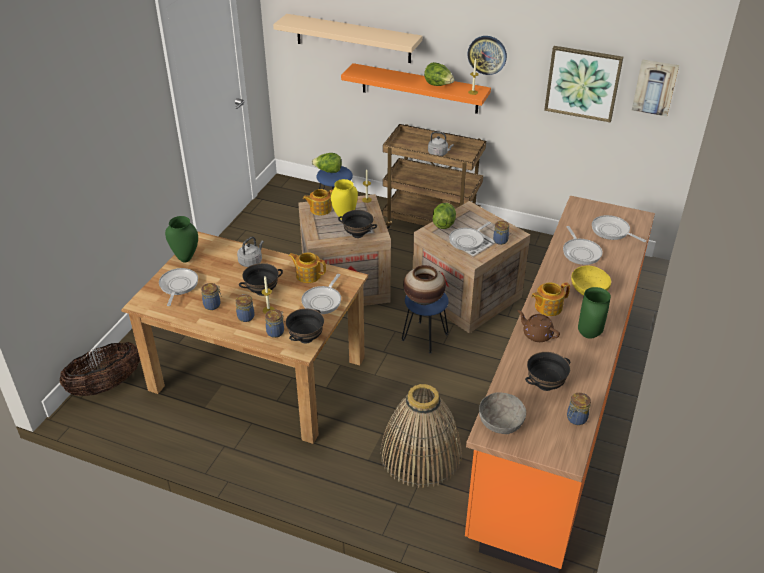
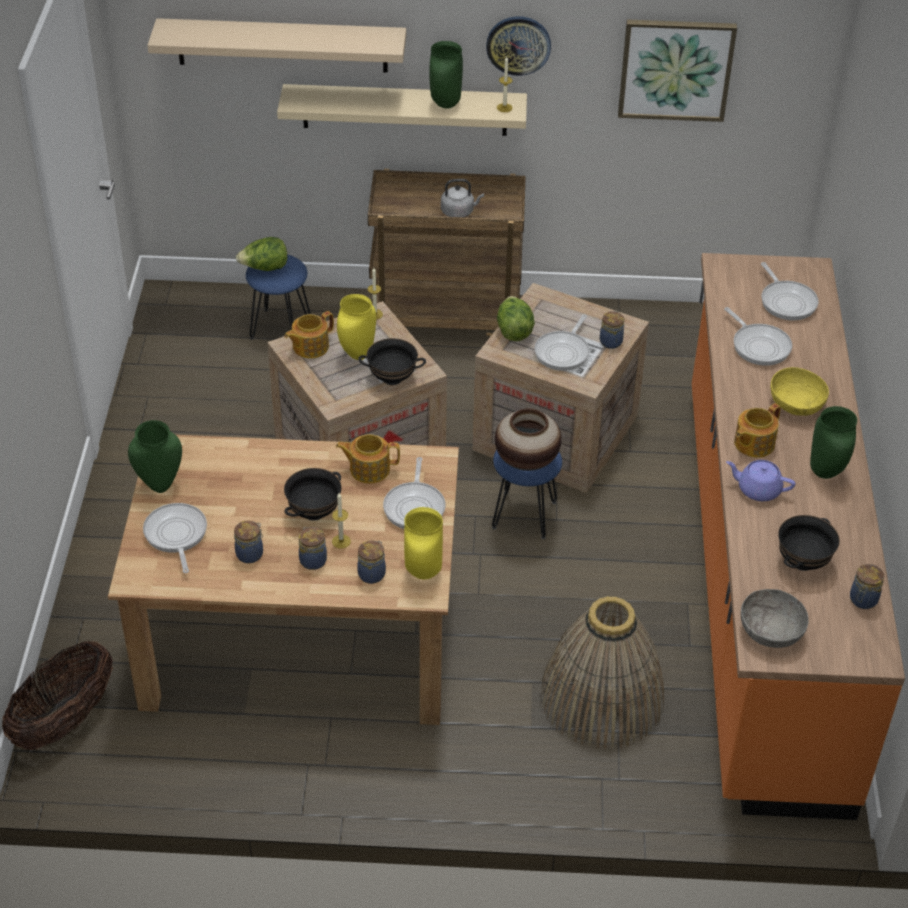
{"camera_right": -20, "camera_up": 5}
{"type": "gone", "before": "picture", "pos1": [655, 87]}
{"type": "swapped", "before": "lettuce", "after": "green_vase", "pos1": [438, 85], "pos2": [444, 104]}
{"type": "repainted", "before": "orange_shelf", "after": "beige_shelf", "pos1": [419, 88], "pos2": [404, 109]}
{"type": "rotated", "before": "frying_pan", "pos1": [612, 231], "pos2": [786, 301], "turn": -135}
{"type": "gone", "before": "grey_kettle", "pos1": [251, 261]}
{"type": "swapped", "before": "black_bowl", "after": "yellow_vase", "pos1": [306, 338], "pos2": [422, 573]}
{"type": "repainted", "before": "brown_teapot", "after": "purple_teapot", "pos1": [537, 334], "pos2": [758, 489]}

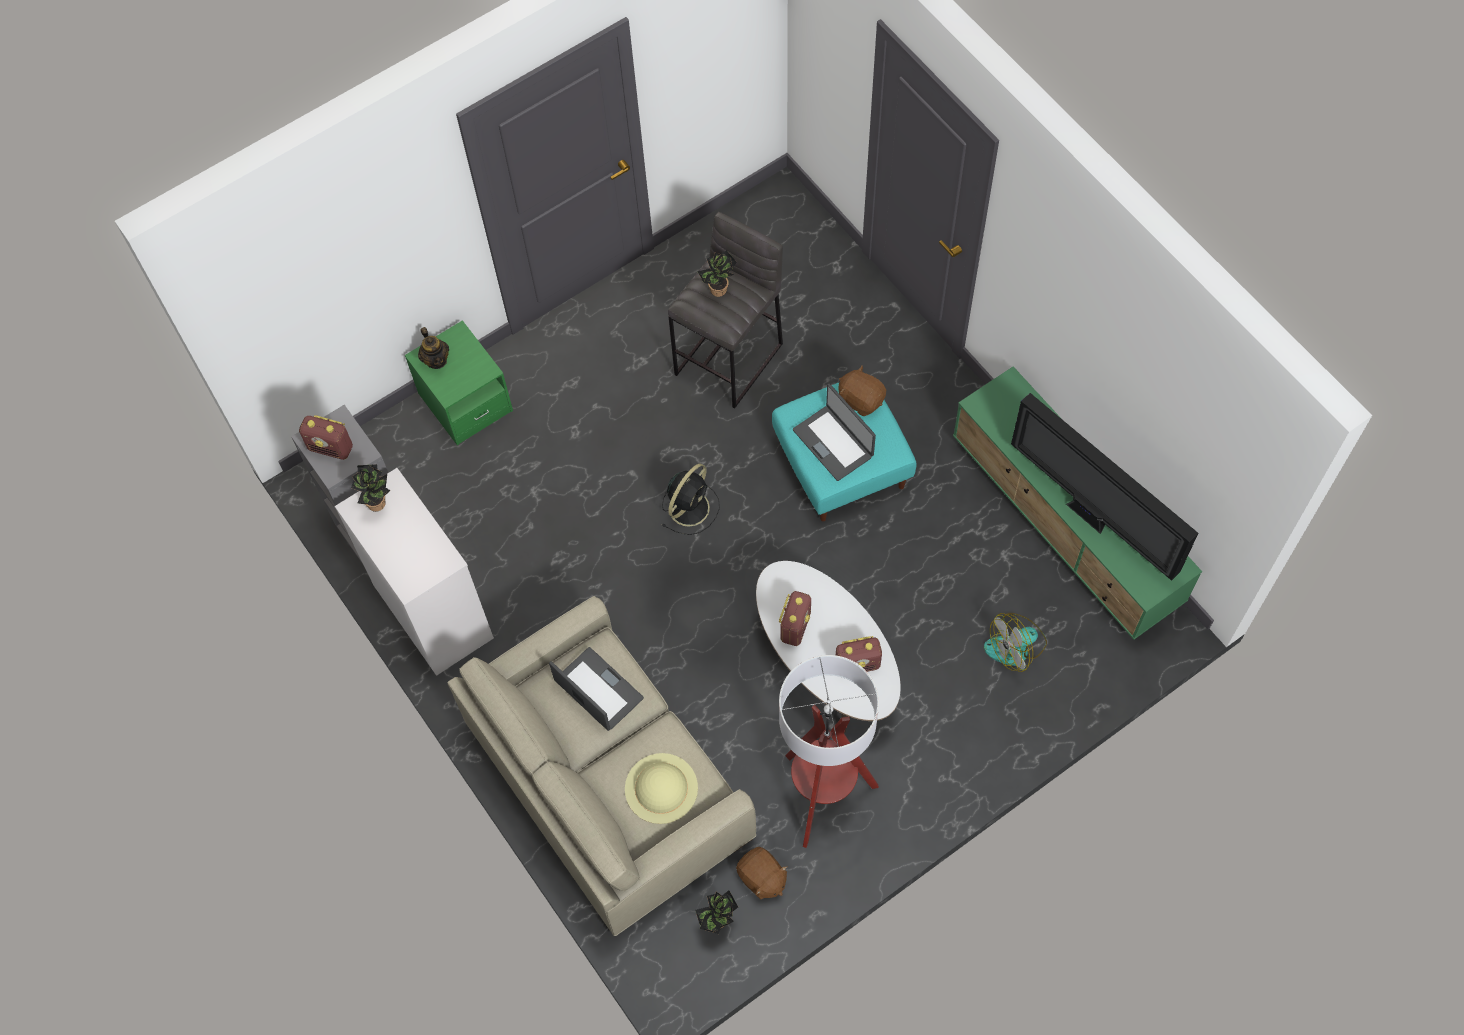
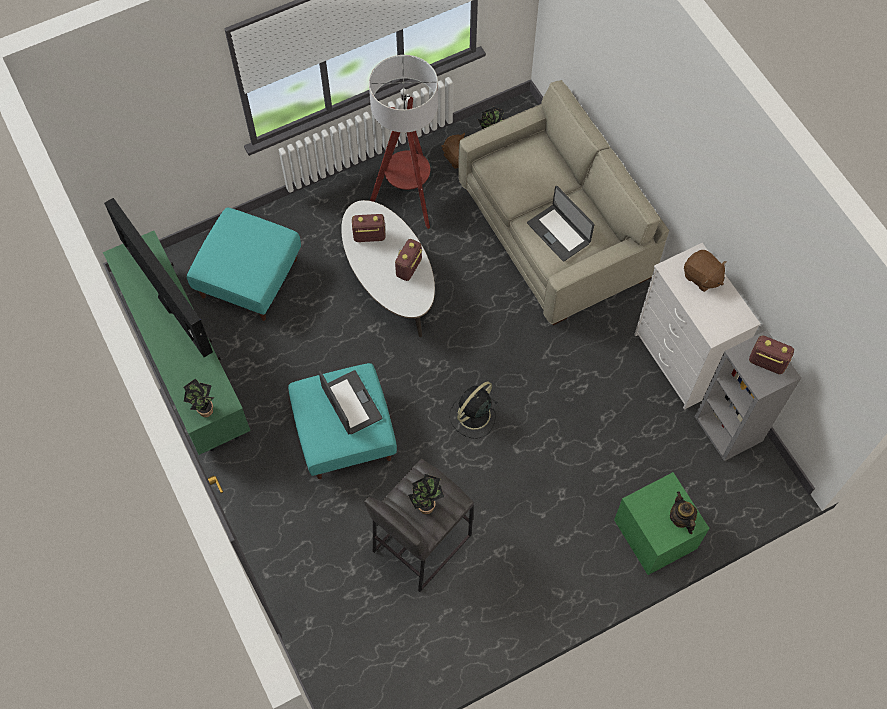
{"camera_right": -175, "camera_up": 0}
{"type": "shifted", "before": "brown_plush_toy", "pos1": [861, 399], "pos2": [702, 277]}
{"type": "shifted", "before": "potted_plant", "pos1": [379, 504], "pos2": [204, 409]}
{"type": "swapped", "before": "fan", "after": "turquoise_ottoman", "pos1": [1015, 646], "pos2": [249, 277]}
{"type": "gone", "before": "beige_hat", "pos1": [661, 788]}

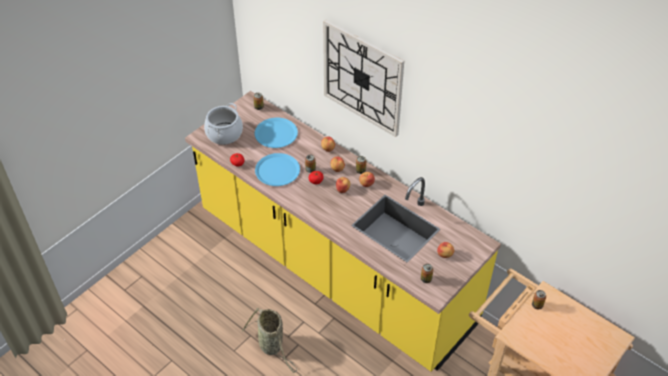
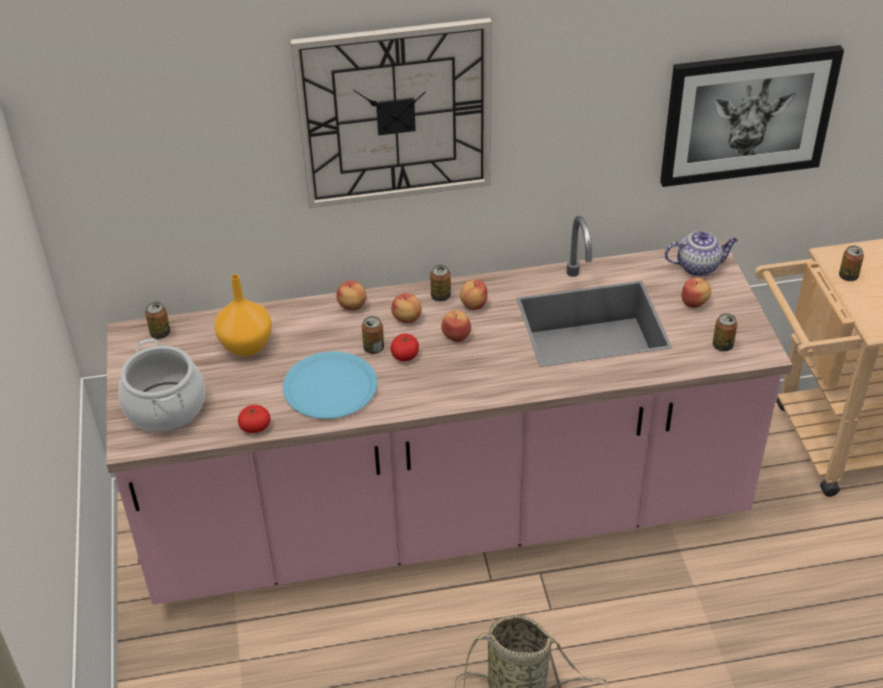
{"camera_right": -50, "camera_up": -5}
{"type": "repainted", "before": "yellow_counter", "after": "pink_counter", "pos1": [334, 267], "pos2": [446, 515]}
{"type": "swapped", "before": "blue_plate", "after": "orange_vase", "pos1": [276, 133], "pos2": [246, 345]}
{"type": "new", "after": "picture", "pos2": [747, 115]}
{"type": "new", "after": "teapot", "pos2": [698, 266]}

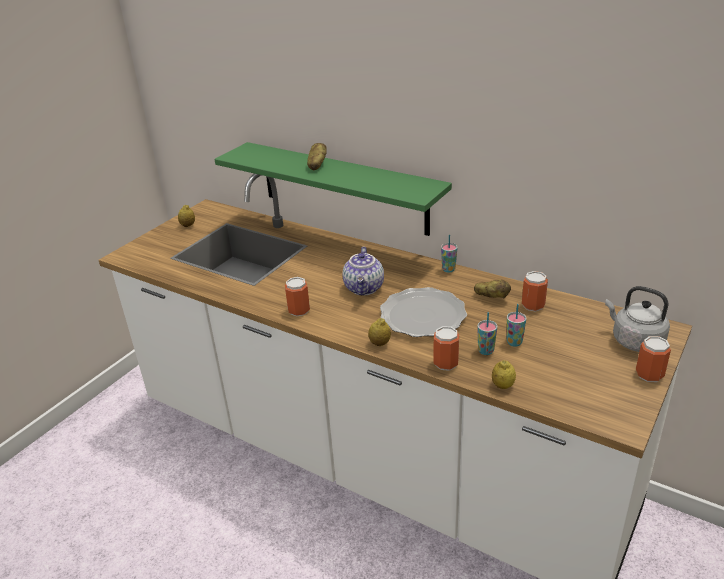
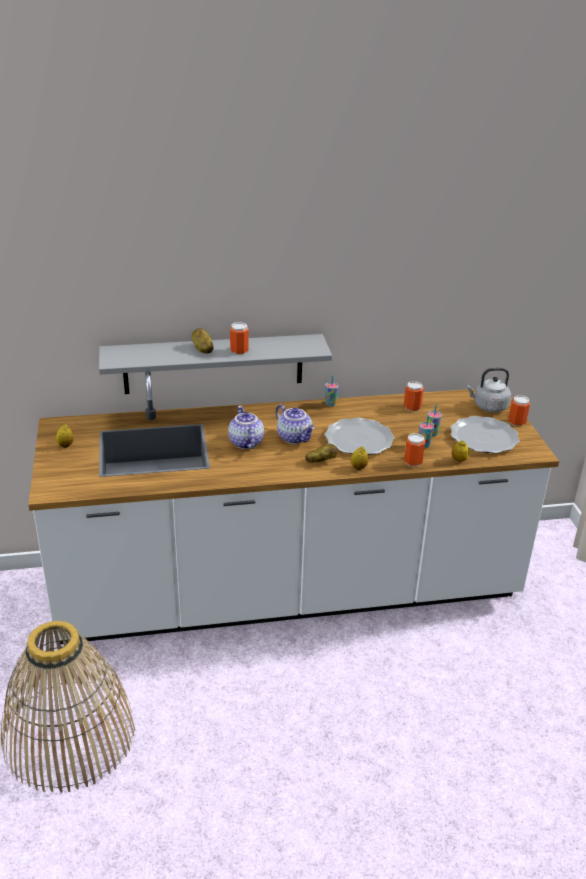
{"camera_right": -45, "camera_up": 0}
{"type": "repainted", "before": "green_shelf", "after": "grey_shelf", "pos1": [343, 188], "pos2": [213, 364]}
{"type": "shifted", "before": "can", "pos1": [299, 310], "pos2": [239, 351]}
{"type": "shifted", "before": "potato", "pos1": [492, 297], "pos2": [321, 461]}
{"type": "new", "after": "teapot", "pos2": [245, 442]}
{"type": "new", "after": "plate", "pos2": [484, 438]}
{"type": "new", "after": "basket", "pos2": [69, 736]}

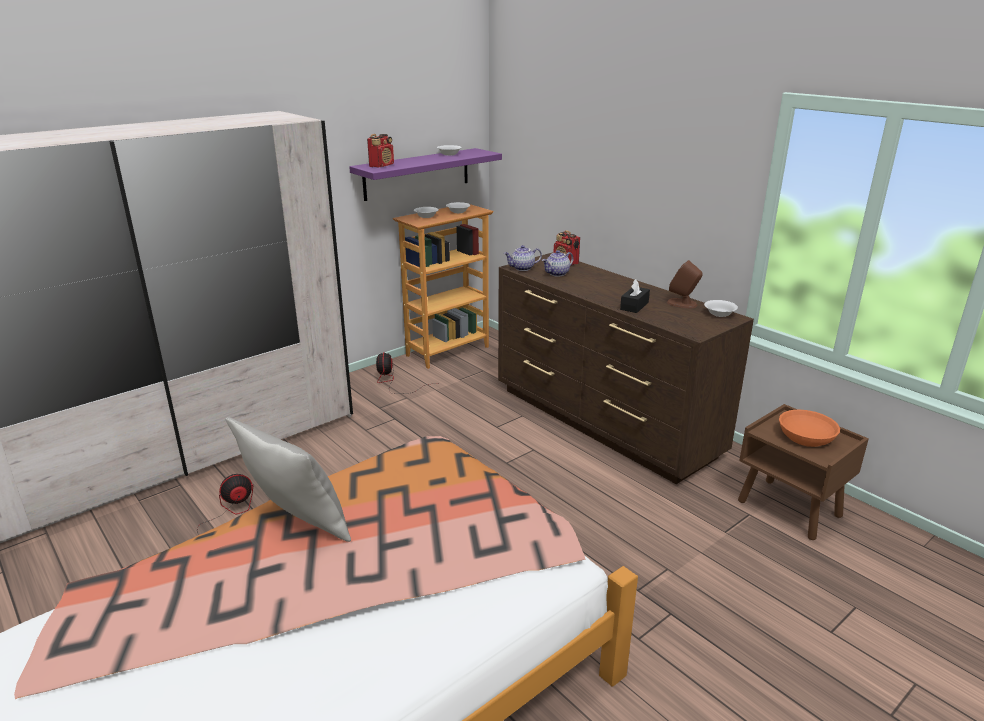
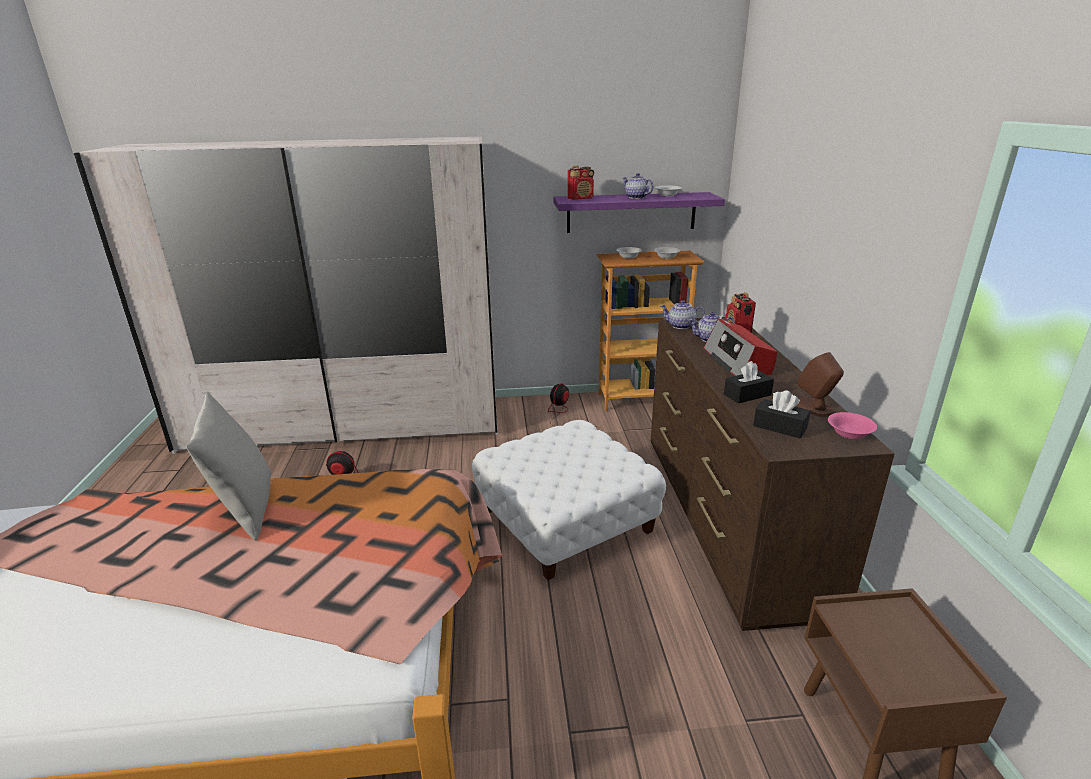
{"camera_right": 35, "camera_up": 0}
{"type": "repainted", "before": "white_bowl", "after": "pink_bowl", "pos1": [720, 314], "pos2": [850, 434]}
{"type": "gone", "before": "orange_bowl", "pos1": [806, 437]}
{"type": "new", "after": "teapot", "pos2": [636, 197]}
{"type": "new", "after": "radio", "pos2": [737, 362]}
{"type": "new", "after": "black_tissue_box", "pos2": [780, 427]}
{"type": "new", "after": "white_ottoman", "pos2": [565, 520]}

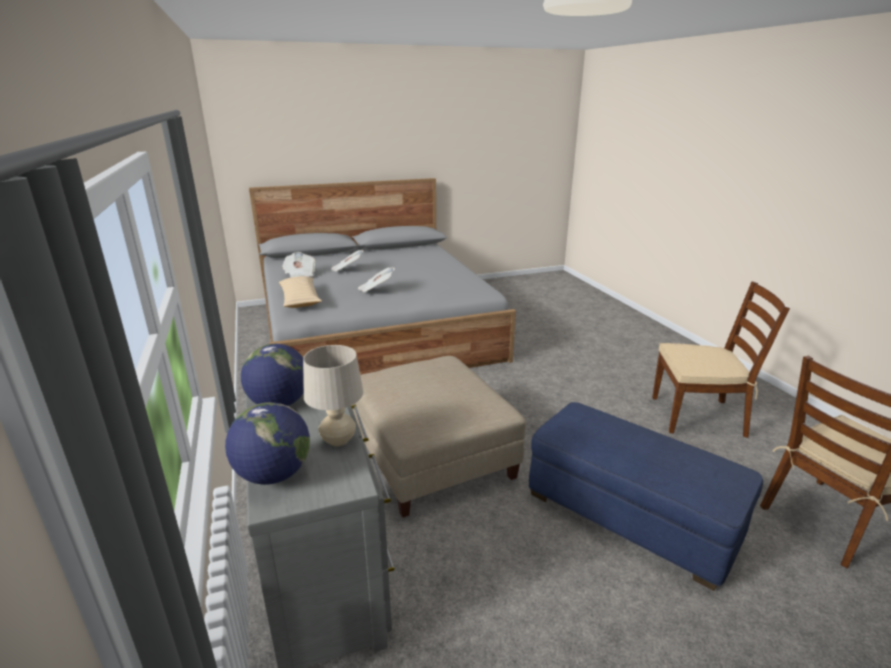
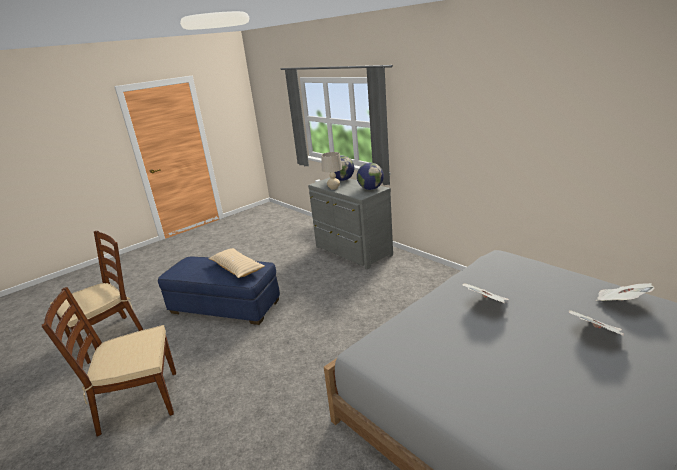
{"camera_right": 160, "camera_up": 0}
{"type": "shifted", "before": "beige_pillow", "pos1": [300, 299], "pos2": [237, 268]}
{"type": "gone", "before": "beige_ottoman", "pos1": [430, 455]}

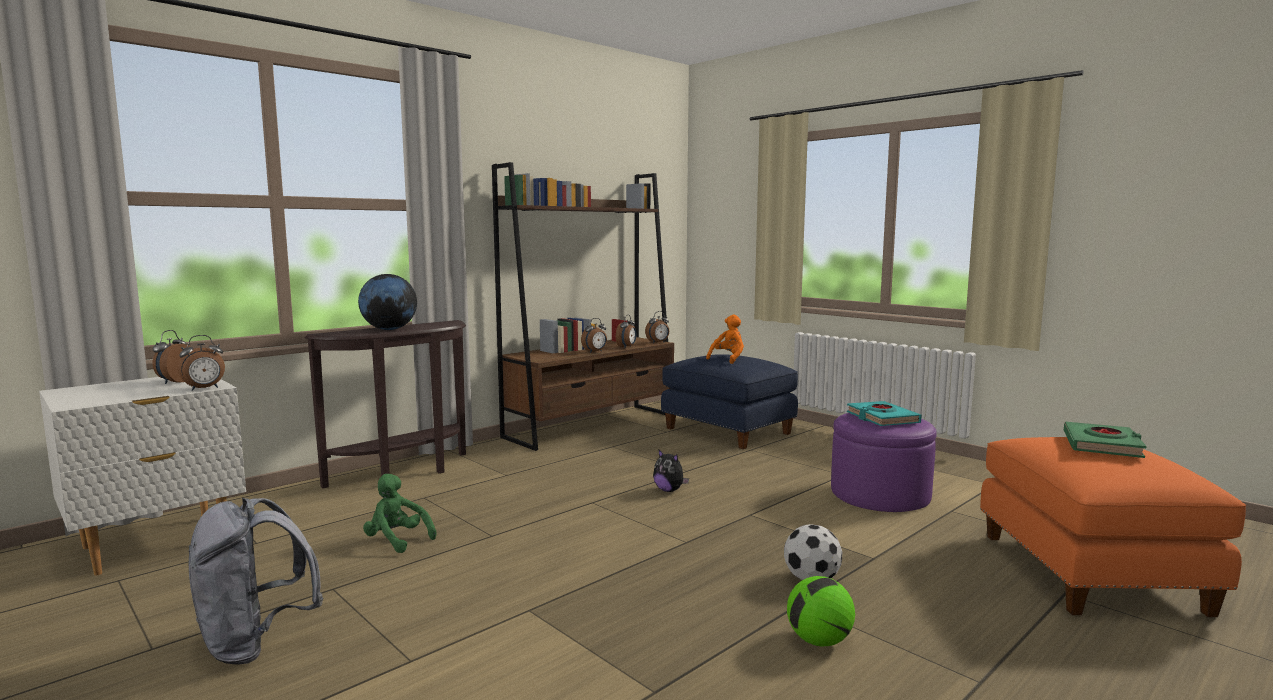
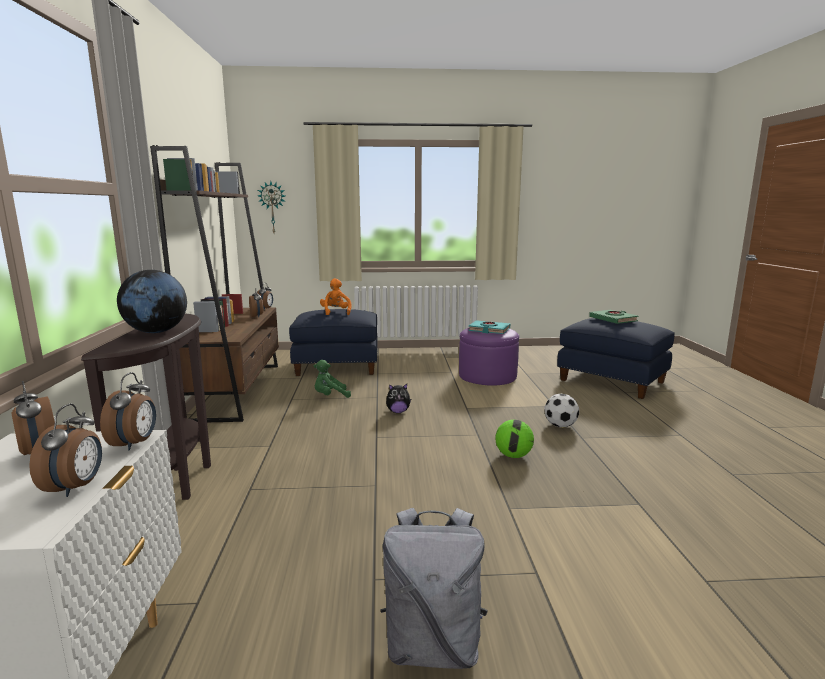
{"camera_right": -50, "camera_up": 5}
{"type": "shifted", "before": "alarm_clock", "pos1": [595, 352], "pos2": [76, 487]}
{"type": "repainted", "before": "orange_ottoman", "after": "blue_ottoman", "pos1": [1091, 573], "pos2": [612, 381]}
{"type": "shifted", "before": "green_plush_toy", "pos1": [397, 541], "pos2": [330, 396]}
{"type": "shifted", "before": "football", "pos1": [818, 641], "pos2": [513, 456]}
{"type": "new", "after": "wall_clock", "pos2": [272, 207]}

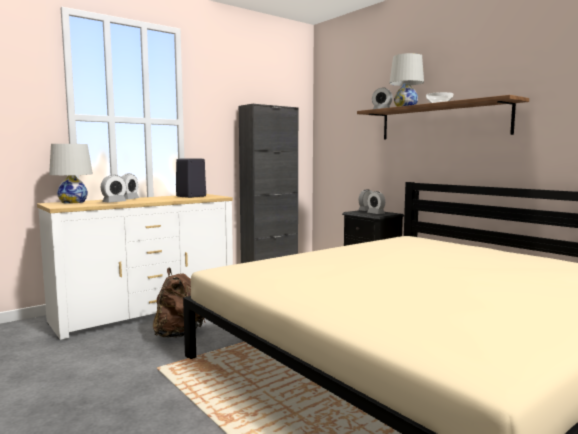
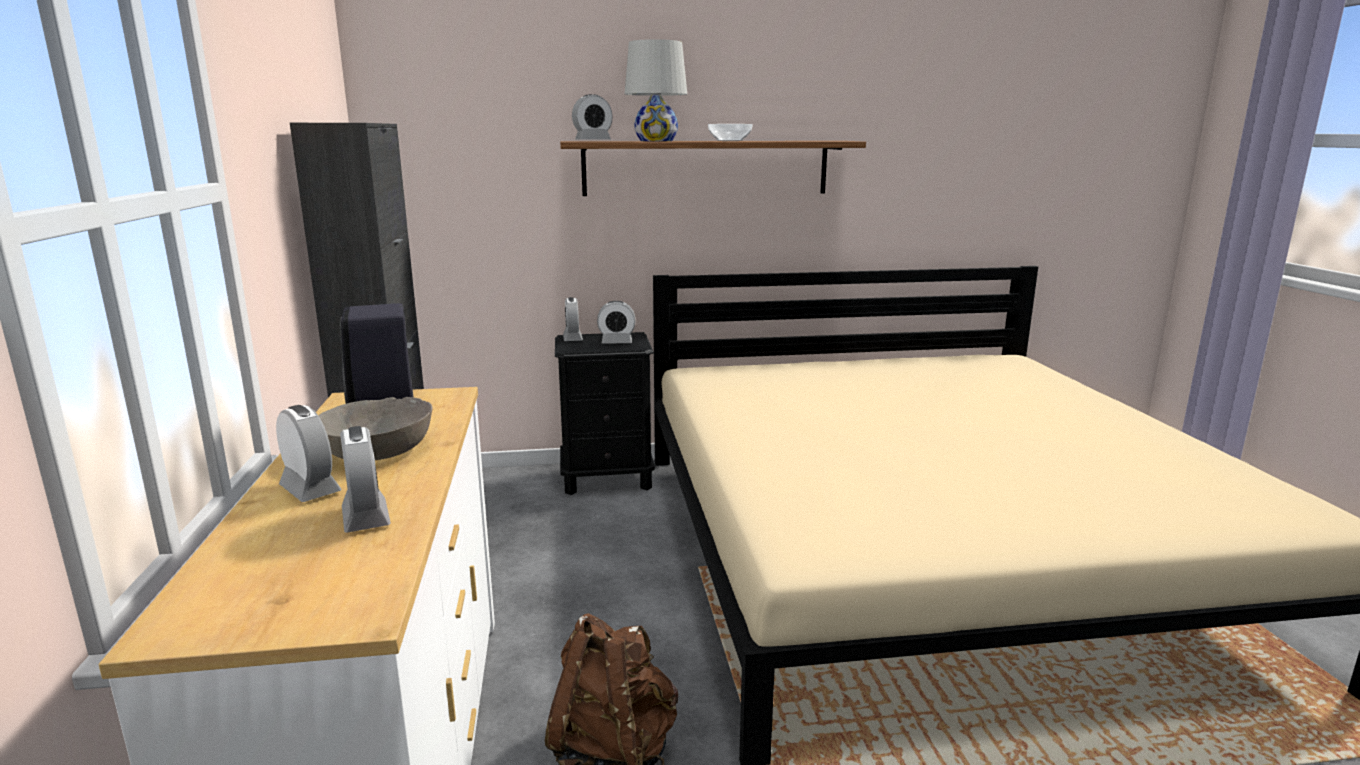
{"camera_right": -60, "camera_up": 10}
{"type": "gone", "before": "white_table_lamp", "pos1": [73, 202]}
{"type": "new", "after": "grey_bowl", "pos2": [376, 450]}

